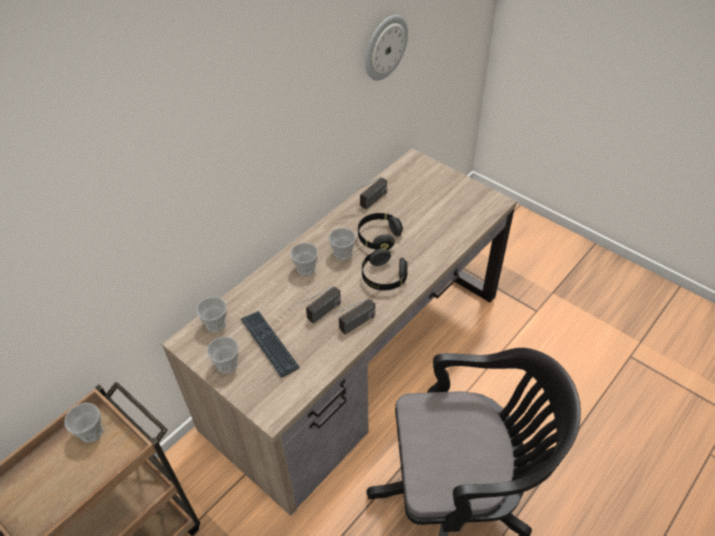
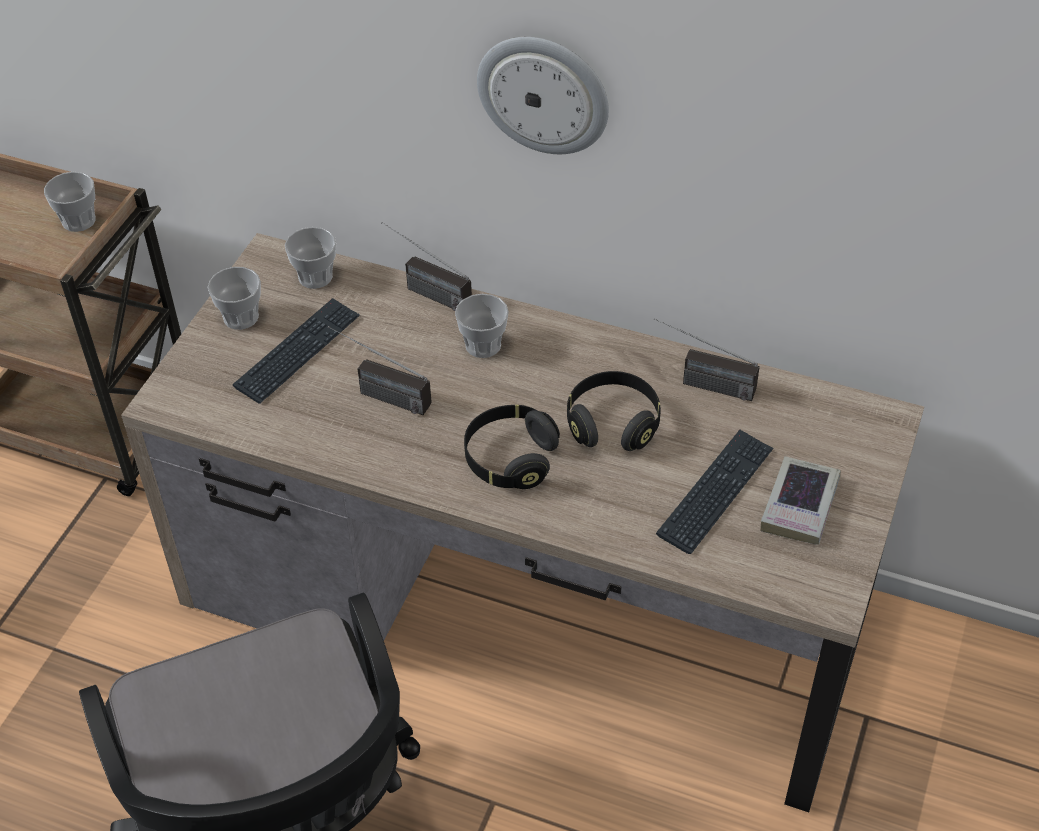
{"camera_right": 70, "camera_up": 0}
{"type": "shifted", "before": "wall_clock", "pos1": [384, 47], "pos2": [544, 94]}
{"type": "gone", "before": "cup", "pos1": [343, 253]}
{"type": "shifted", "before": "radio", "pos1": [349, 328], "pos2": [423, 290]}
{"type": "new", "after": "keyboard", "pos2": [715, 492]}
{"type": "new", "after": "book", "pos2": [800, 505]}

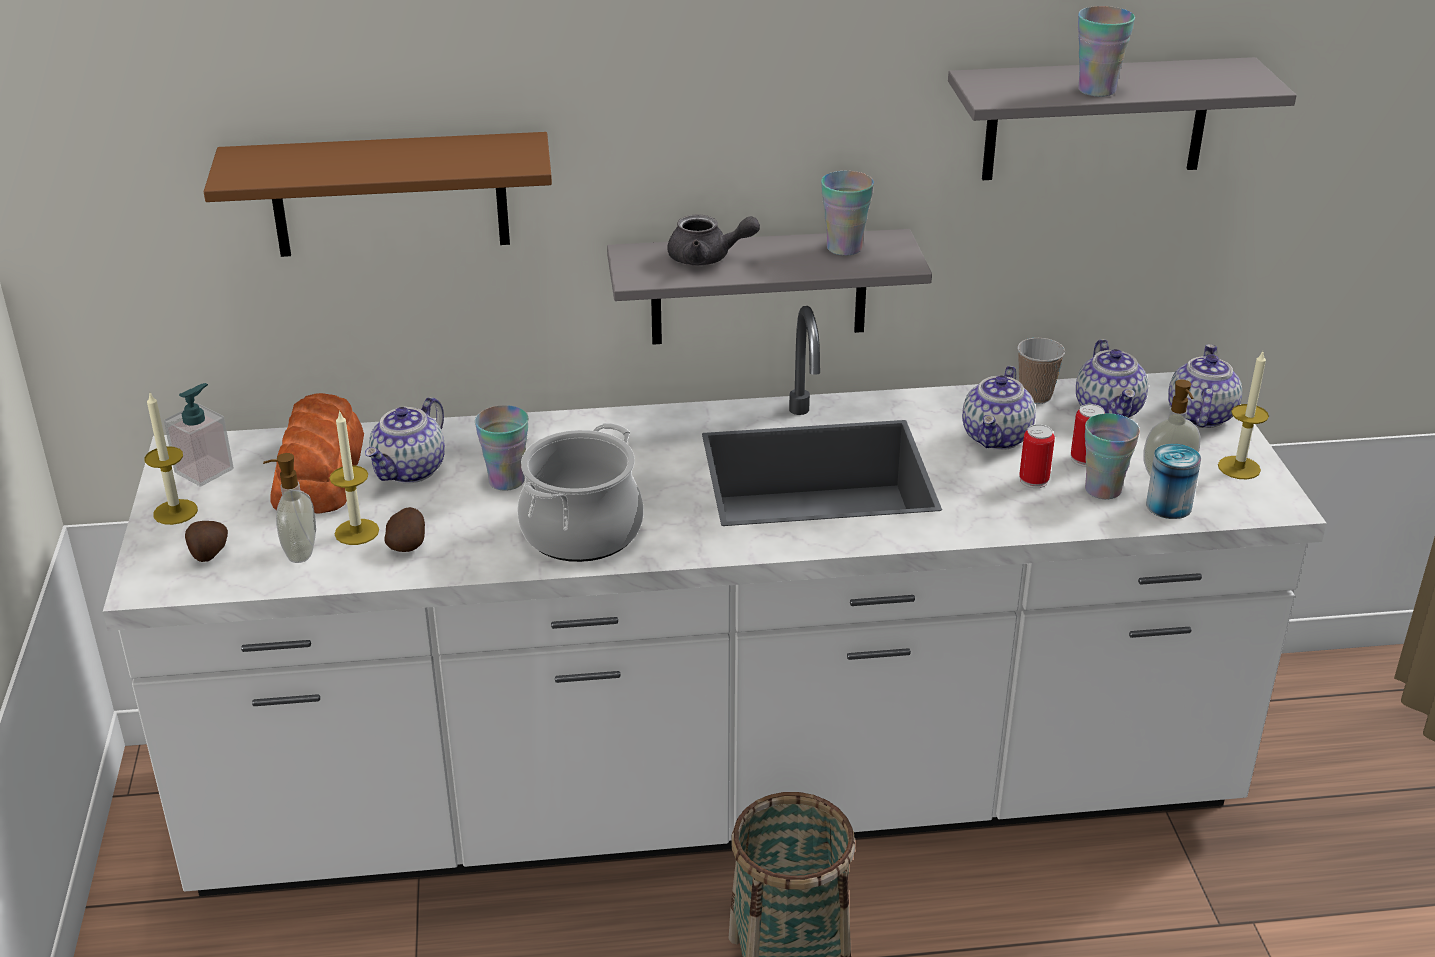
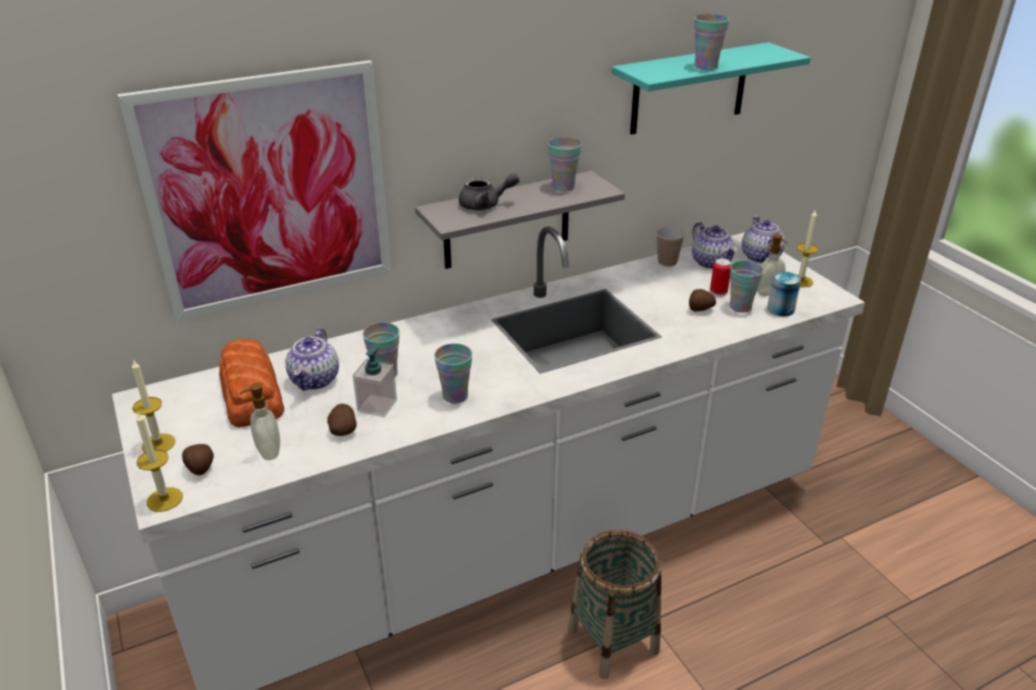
{"camera_right": -20, "camera_up": 0}
{"type": "repainted", "before": "grey_shelf", "after": "turquoise_shelf", "pos1": [1096, 119], "pos2": [689, 89]}
{"type": "swapped", "before": "brown_shelf", "after": "picture", "pos1": [390, 194], "pos2": [270, 192]}
{"type": "gone", "before": "teapot", "pos1": [997, 438]}
{"type": "shifted", "before": "soap_dispenser", "pos1": [204, 470], "pos2": [377, 405]}
{"type": "shifted", "before": "candle", "pos1": [357, 532], "pos2": [164, 499]}
{"type": "swapped", "before": "cooking_pot", "after": "cup", "pos1": [582, 532], "pos2": [455, 396]}
{"type": "swapped", "before": "can", "after": "potato", "pos1": [1033, 480], "pos2": [700, 309]}

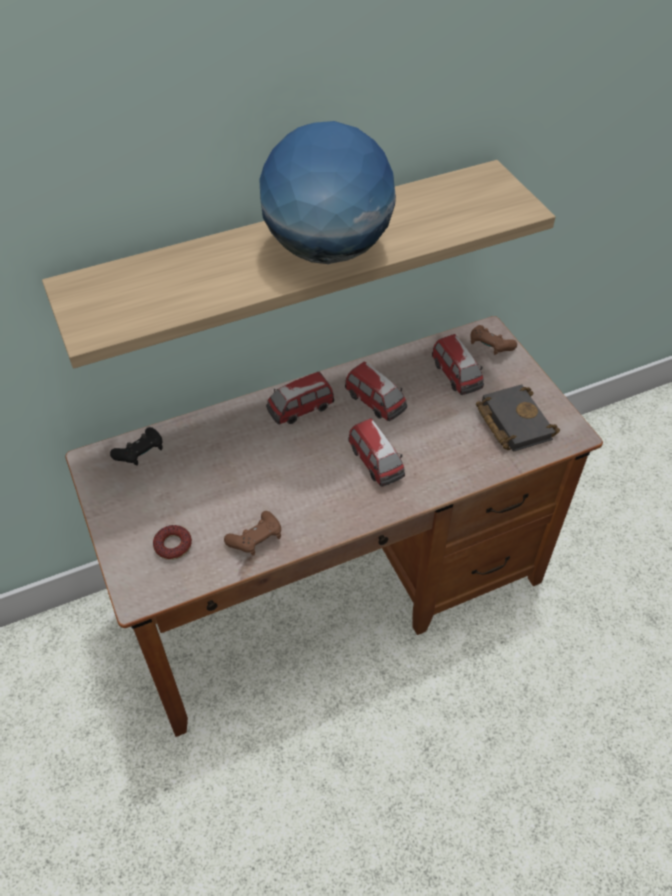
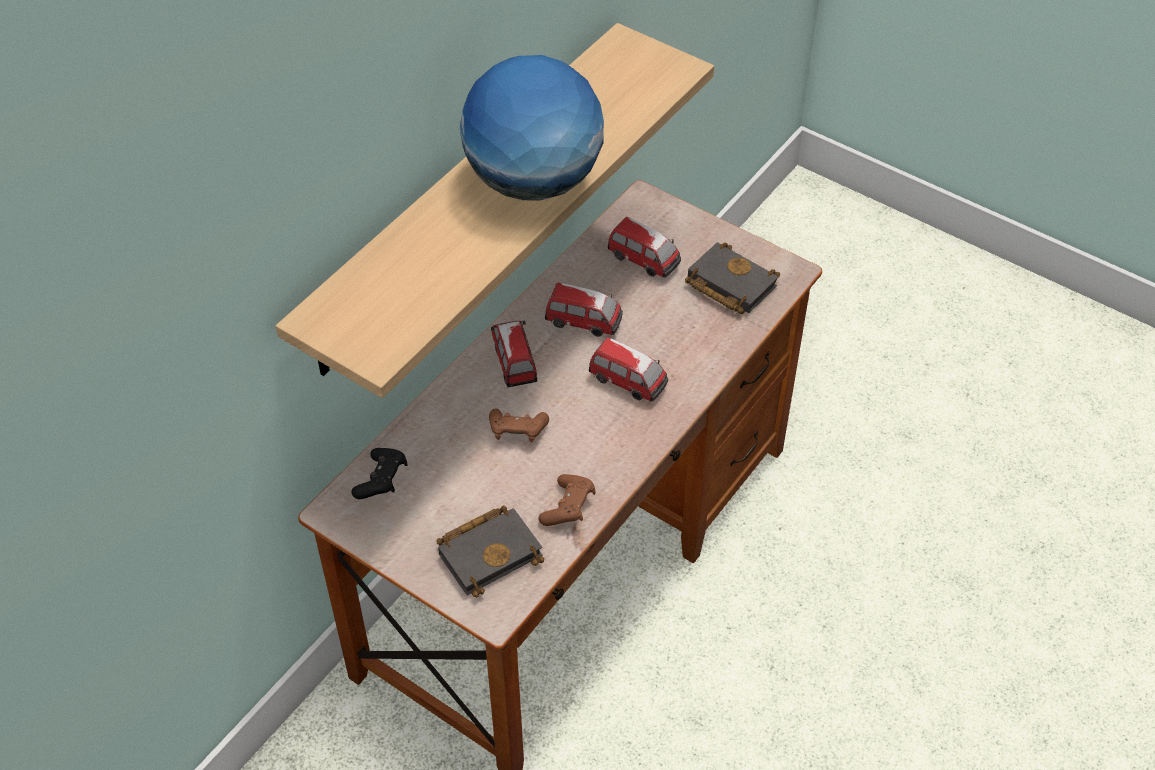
{"camera_right": -30, "camera_up": 0}
{"type": "shifted", "before": "brown_game_controller", "pos1": [489, 347], "pos2": [517, 432]}
{"type": "rotated", "before": "toy_car", "pos1": [300, 410], "pos2": [513, 362], "turn": 135}
{"type": "swapped", "before": "donut", "after": "black_book", "pos1": [173, 545], "pos2": [490, 552]}

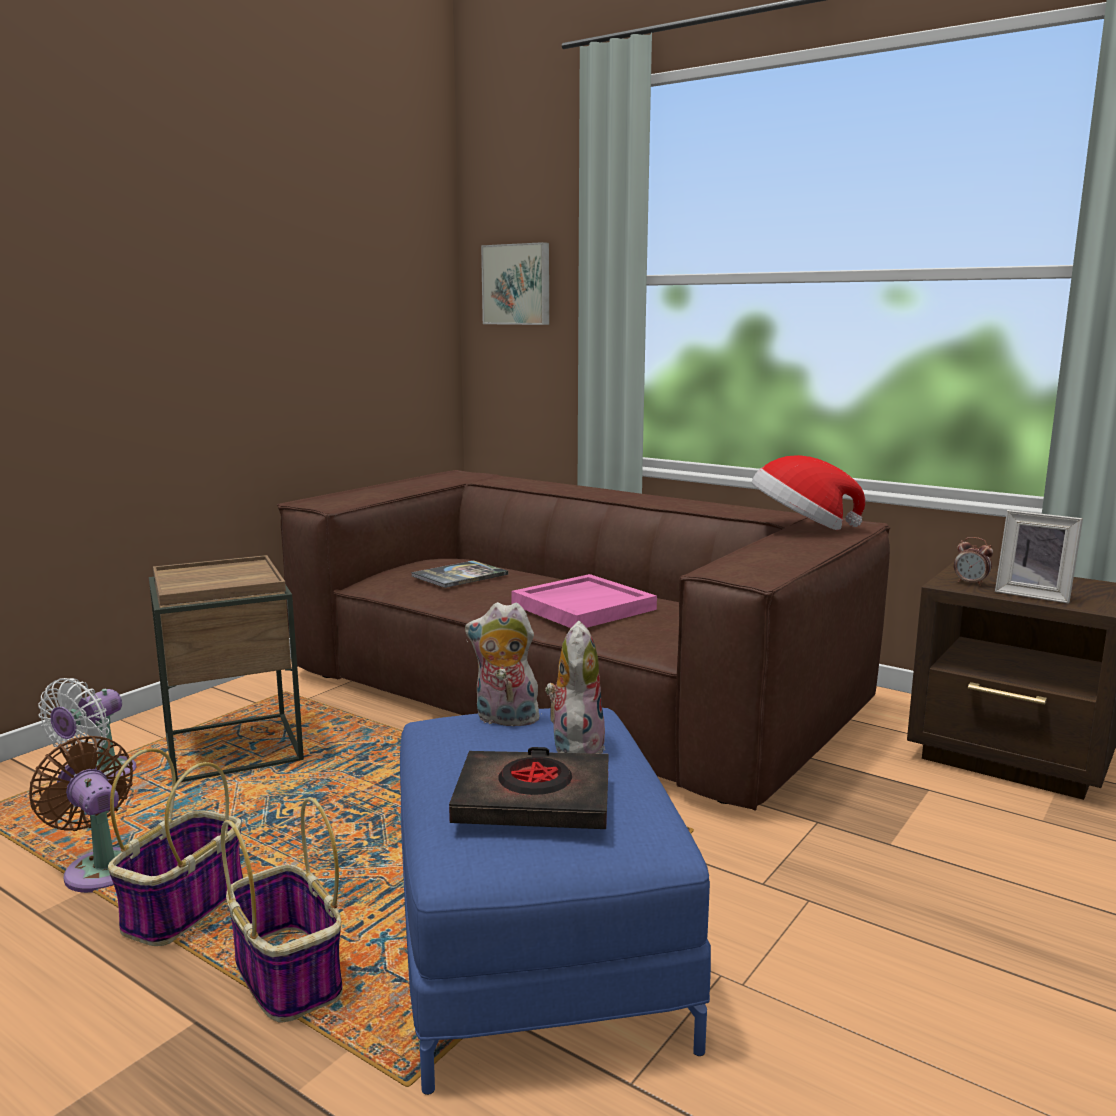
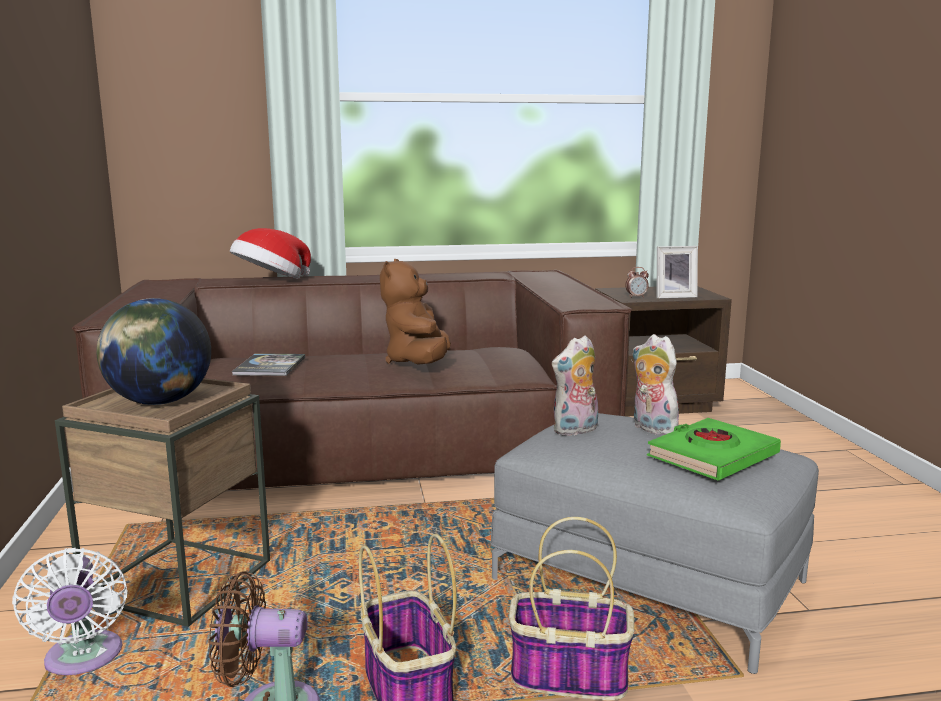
{"camera_right": -45, "camera_up": 0}
{"type": "gone", "before": "picture", "pos1": [517, 284]}
{"type": "shifted", "before": "hat", "pos1": [801, 527], "pos2": [270, 281]}
{"type": "swapped", "before": "pink_tray", "after": "brown_plush_toy", "pos1": [583, 606], "pos2": [418, 363]}
{"type": "repainted", "before": "blue_ottoman", "after": "grey_ottoman", "pos1": [537, 943], "pos2": [649, 579]}
{"type": "repainted", "before": "black_book", "after": "green_book", "pos1": [533, 800], "pos2": [712, 457]}
{"type": "new", "after": "globe", "pos2": [159, 402]}

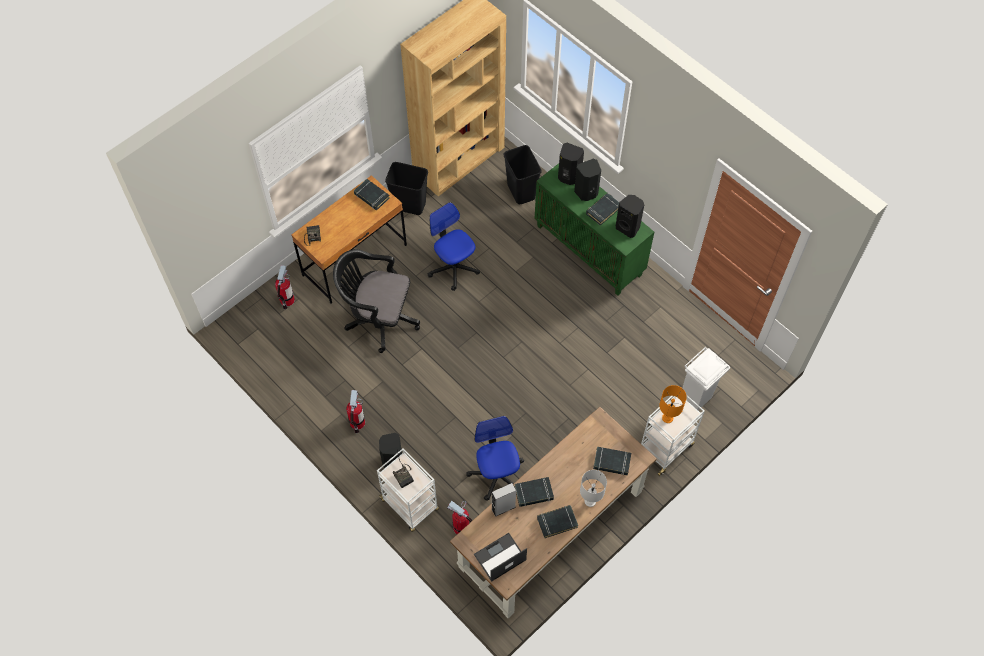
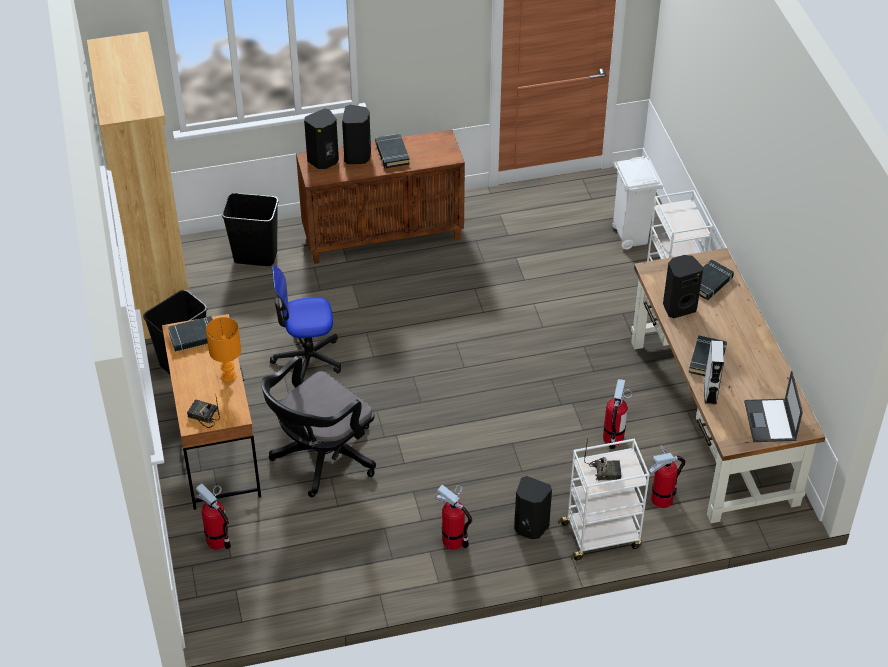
{"camera_right": -60, "camera_up": -15}
{"type": "repainted", "before": "green_cabinet", "after": "brown_cabinet", "pos1": [590, 250], "pos2": [383, 236]}
{"type": "shifted", "before": "black_speaker", "pos1": [628, 227], "pos2": [678, 307]}
{"type": "shifted", "before": "orange_table_lamp", "pos1": [667, 418], "pos2": [229, 376]}
{"type": "swapped", "before": "office_chair", "after": "fire_extinguisher", "pos1": [497, 474], "pos2": [613, 438]}
{"type": "gone", "before": "white_table_lamp", "pos1": [589, 501]}
{"type": "gone", "before": "black_book", "pos1": [557, 522]}

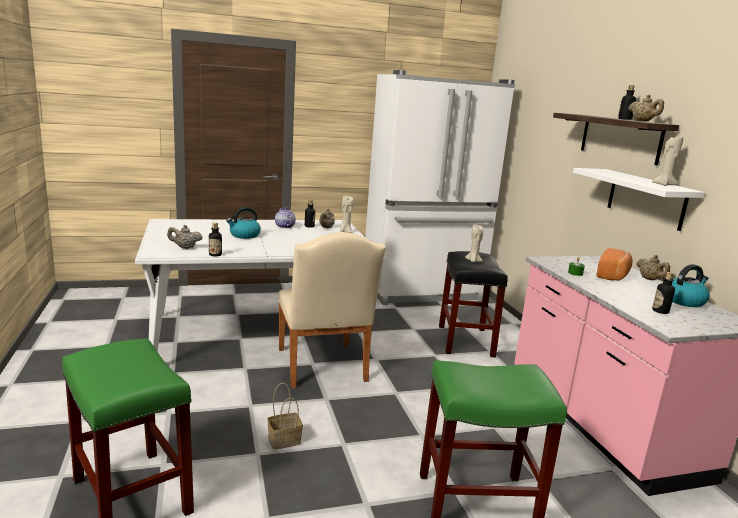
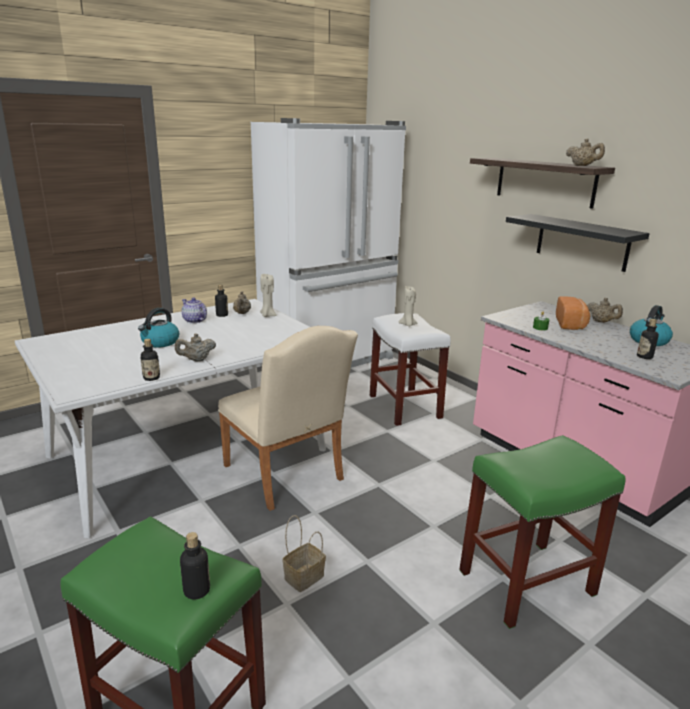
{"camera_right": -20, "camera_up": 5}
{"type": "shifted", "before": "bottle", "pos1": [624, 119], "pos2": [197, 590]}
{"type": "gone", "before": "beige_candle", "pos1": [663, 185]}
{"type": "repainted", "before": "white_shelf", "after": "black_shelf", "pos1": [646, 199], "pos2": [582, 242]}
{"type": "shifted", "before": "beige_teapot", "pos1": [185, 247], "pos2": [196, 360]}
{"type": "repainted", "before": "black_stool", "after": "white_stool", "pos1": [466, 341], "pos2": [405, 407]}

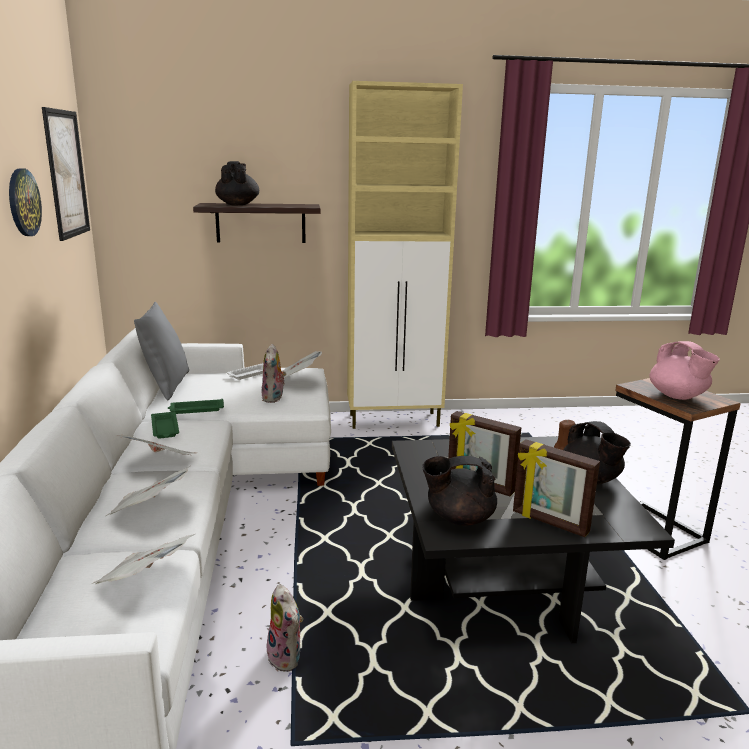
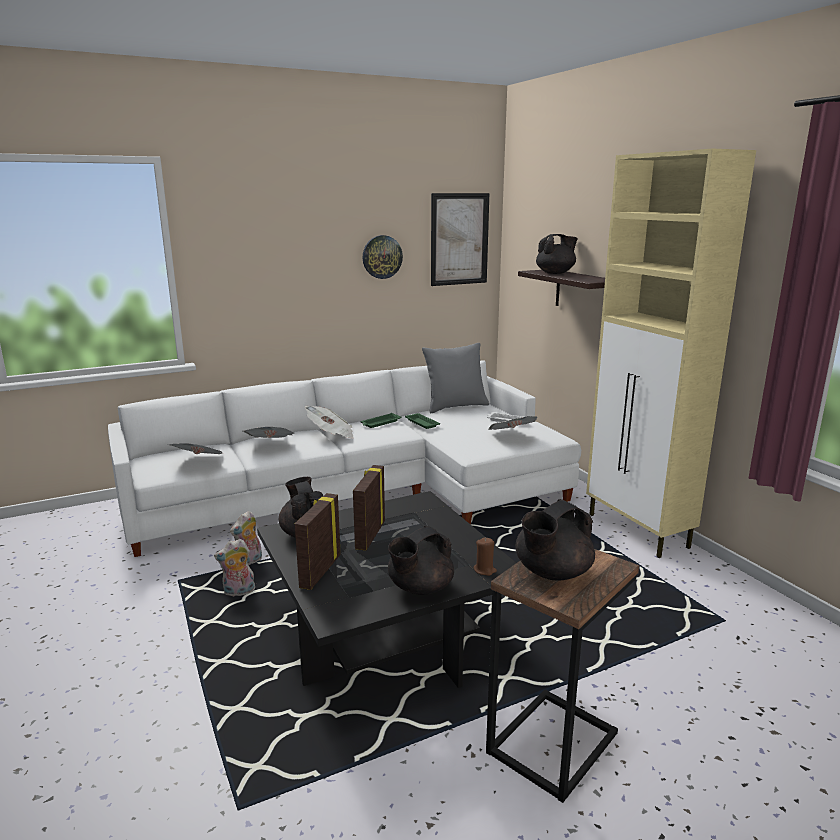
{"camera_right": 70, "camera_up": 0}
{"type": "repainted", "before": "pink_teapot", "after": "black_teapot", "pos1": [678, 396], "pos2": [552, 573]}
{"type": "shifted", "before": "plush_toy", "pos1": [274, 398], "pos2": [238, 593]}

